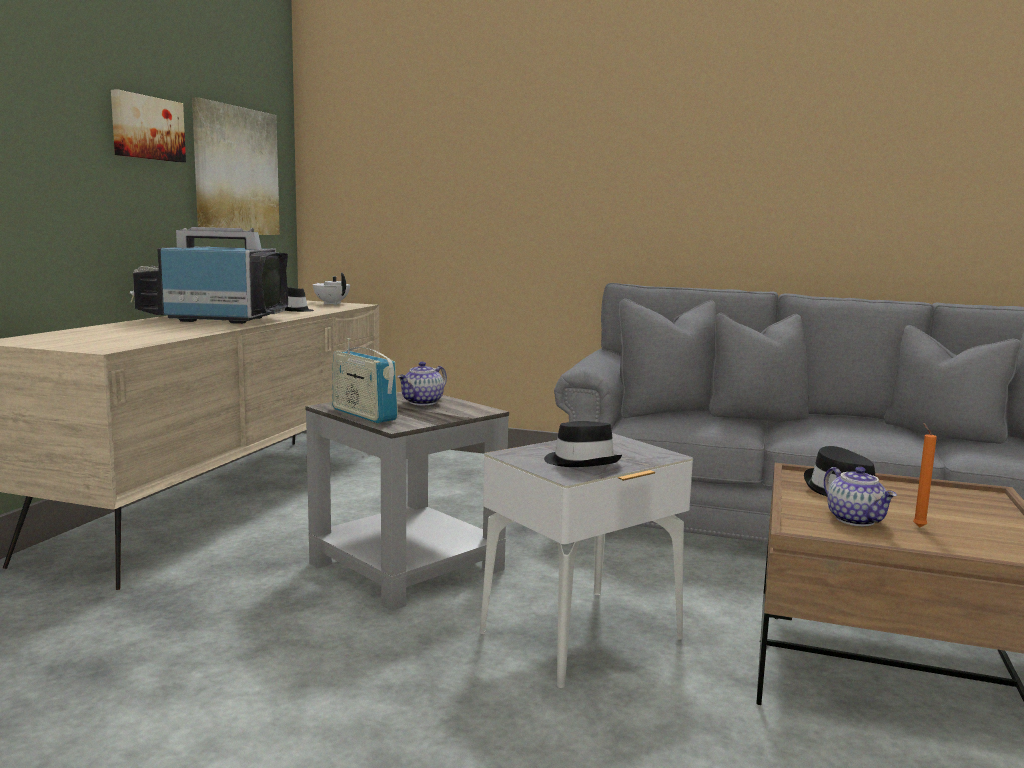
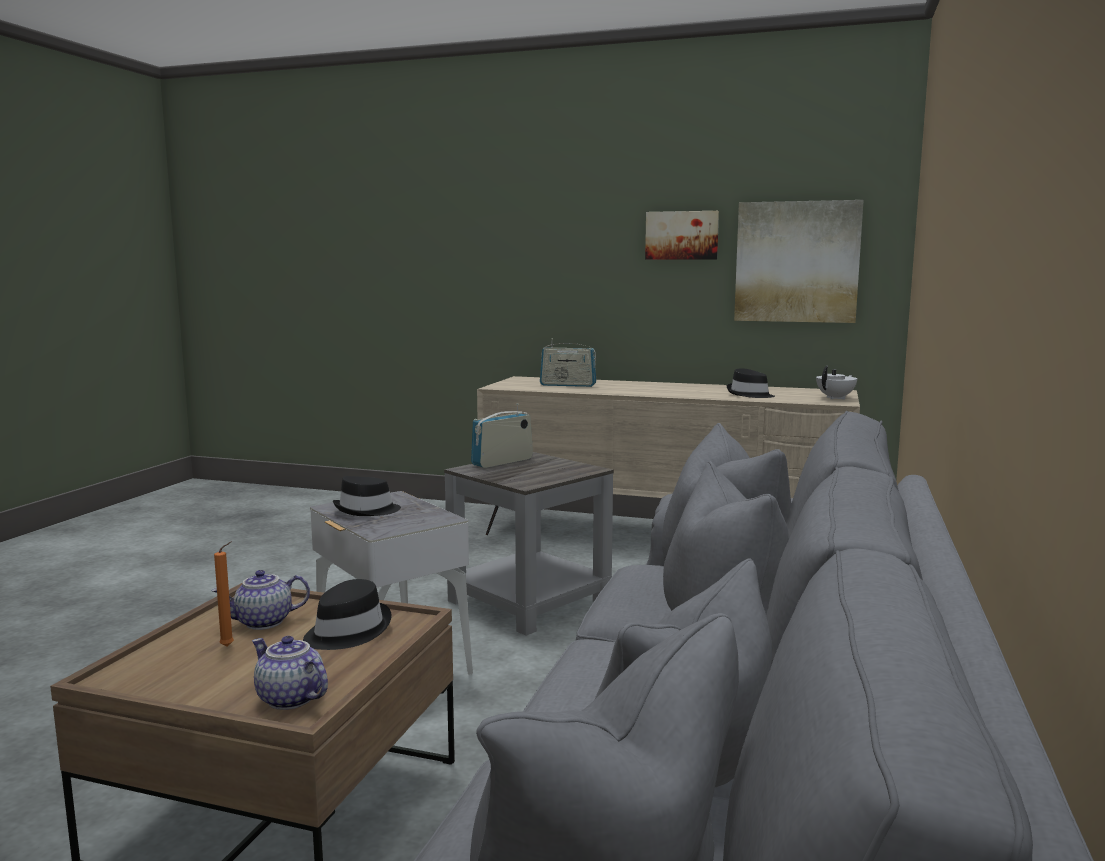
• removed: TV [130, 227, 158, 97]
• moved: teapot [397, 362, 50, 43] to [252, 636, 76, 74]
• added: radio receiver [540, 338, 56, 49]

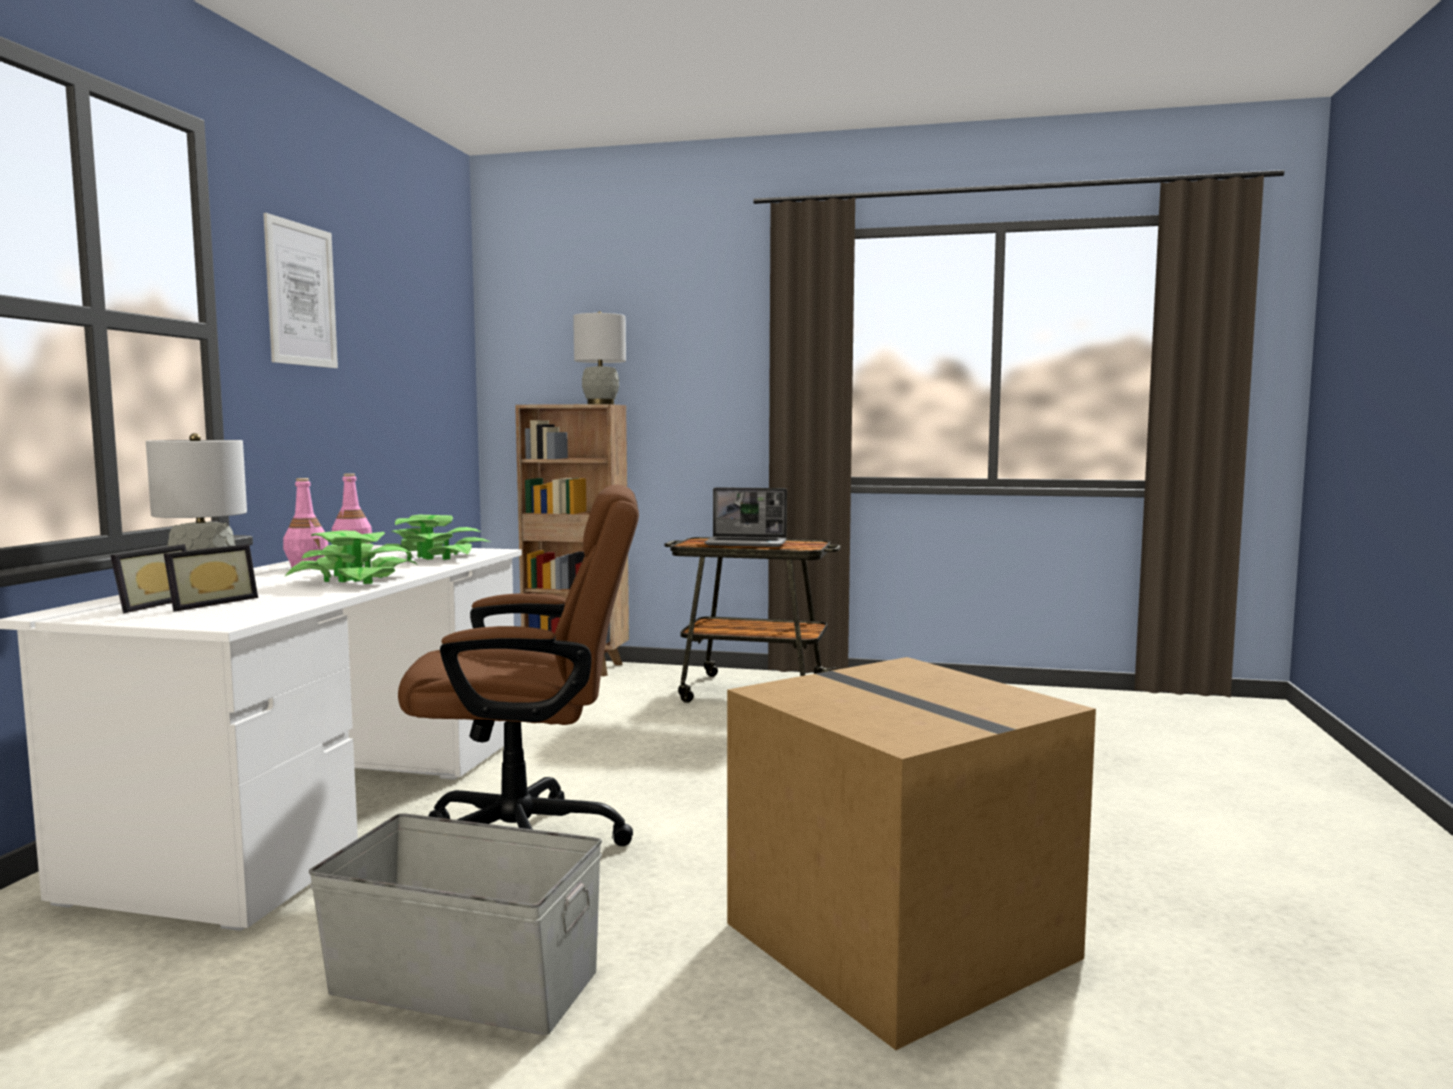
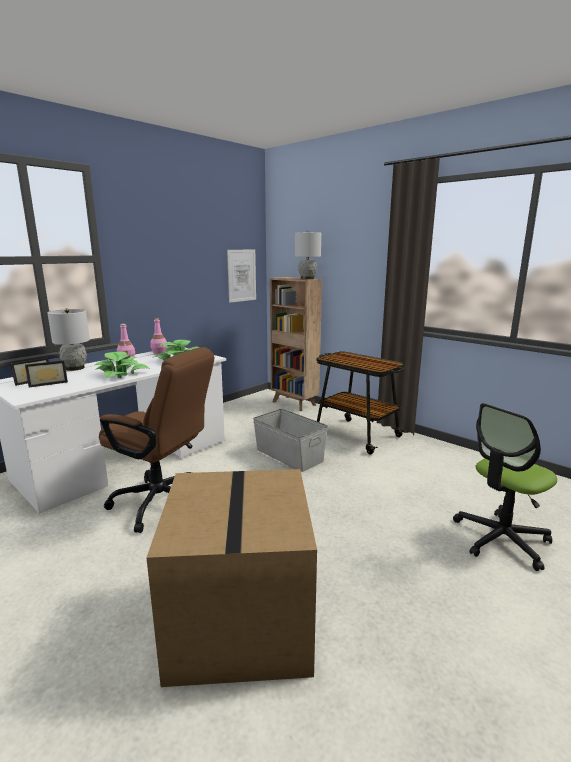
• moved: wall picture [263, 213, 75, 155] to [227, 250, 29, 53]
• moved: storage container/grey [309, 813, 293, 222] to [253, 409, 75, 63]
• removed: notebook computer [704, 487, 83, 60]
• added: desk chair [453, 403, 104, 168]

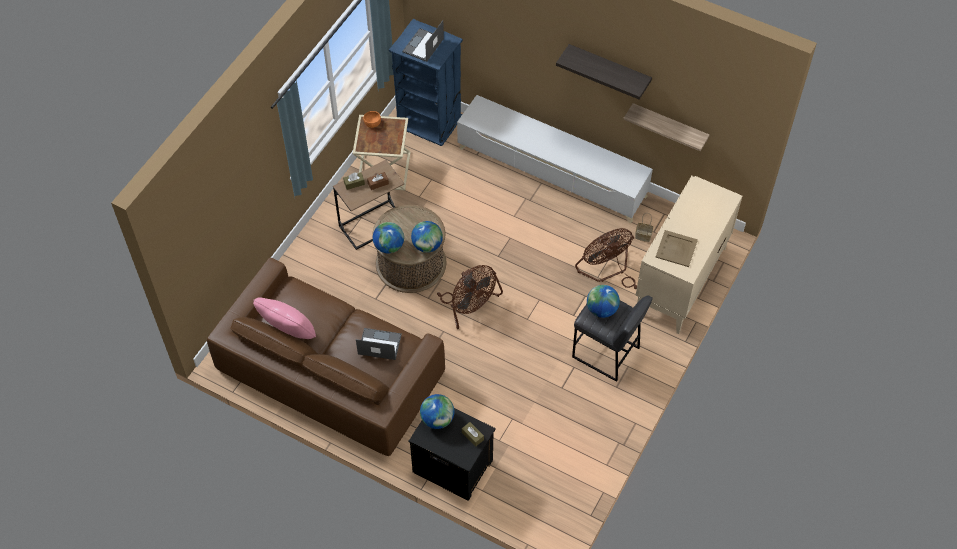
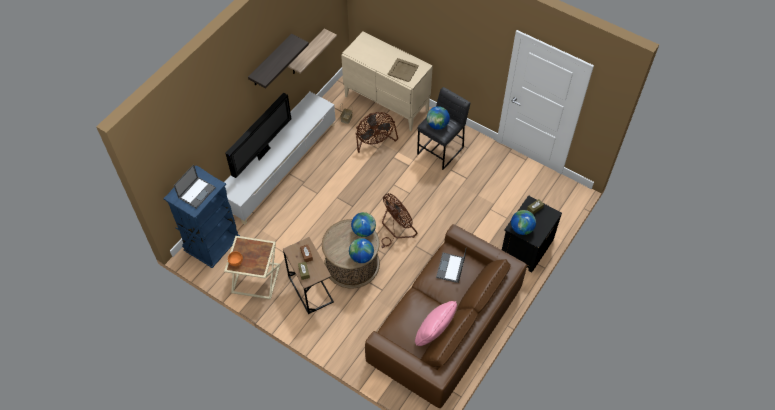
• turned: notebook computer [402, 20, 42, 42] = [174, 164, 42, 45] 90 degrees counterclockwise
• turned: electric fan/brown [575, 228, 62, 61] = [355, 112, 43, 41] 90 degrees counterclockwise
• added: TV [226, 93, 65, 85]

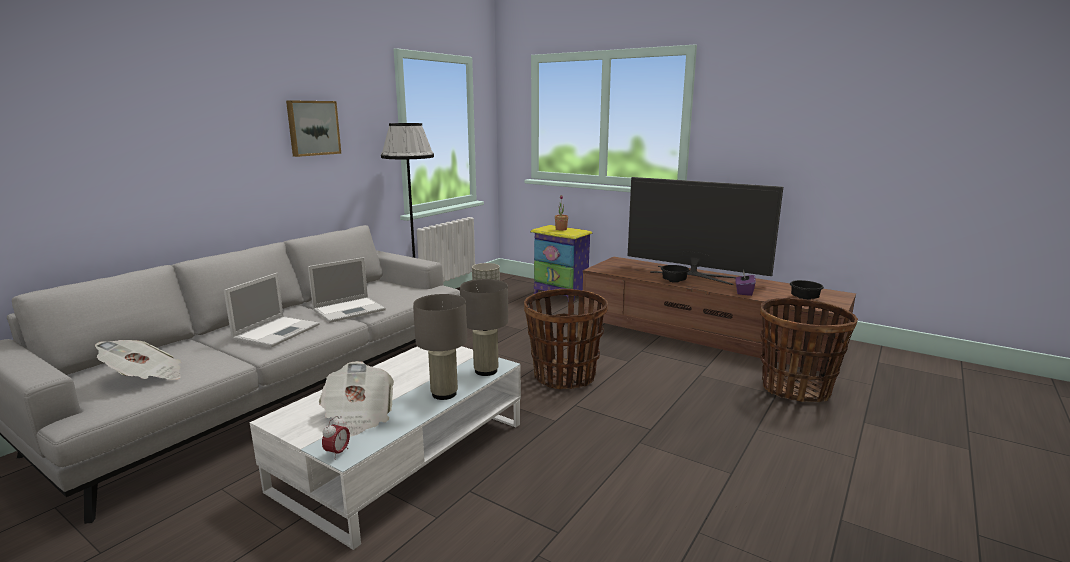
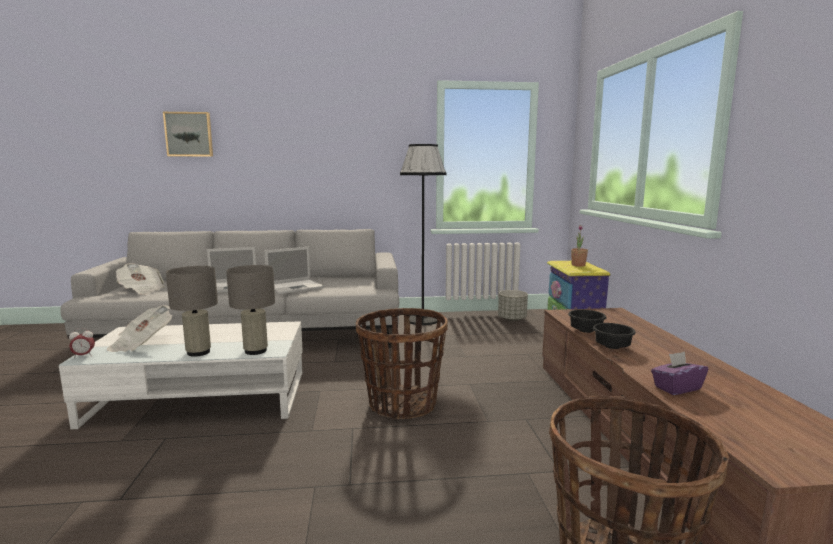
• moved: wall picture [286, 100, 55, 57] to [163, 112, 50, 45]
• turned: notebook computer [308, 257, 78, 66] = [264, 247, 60, 47] 45 degrees counterclockwise
• removed: TV [628, 177, 155, 108]
• moved: serving bowl/black-coloured [790, 280, 34, 20] to [568, 309, 39, 24]

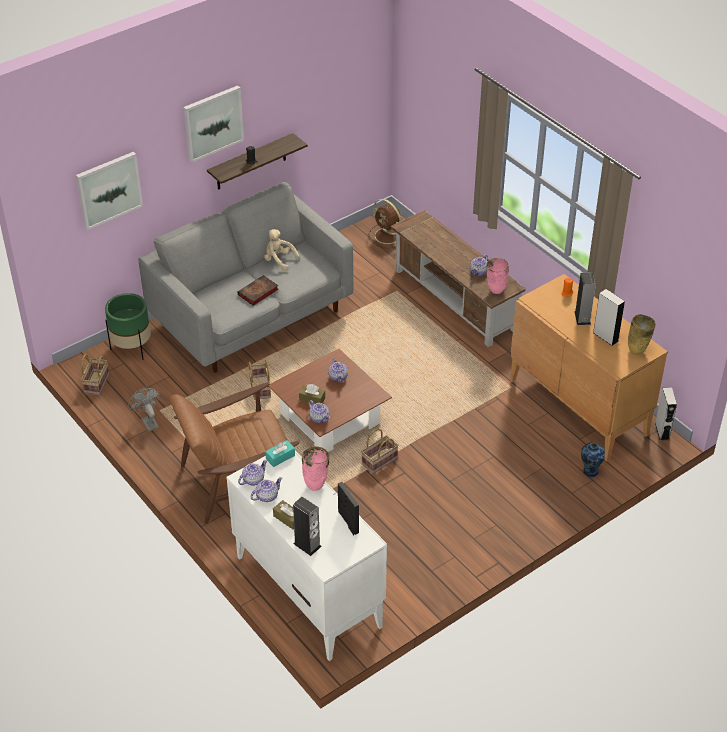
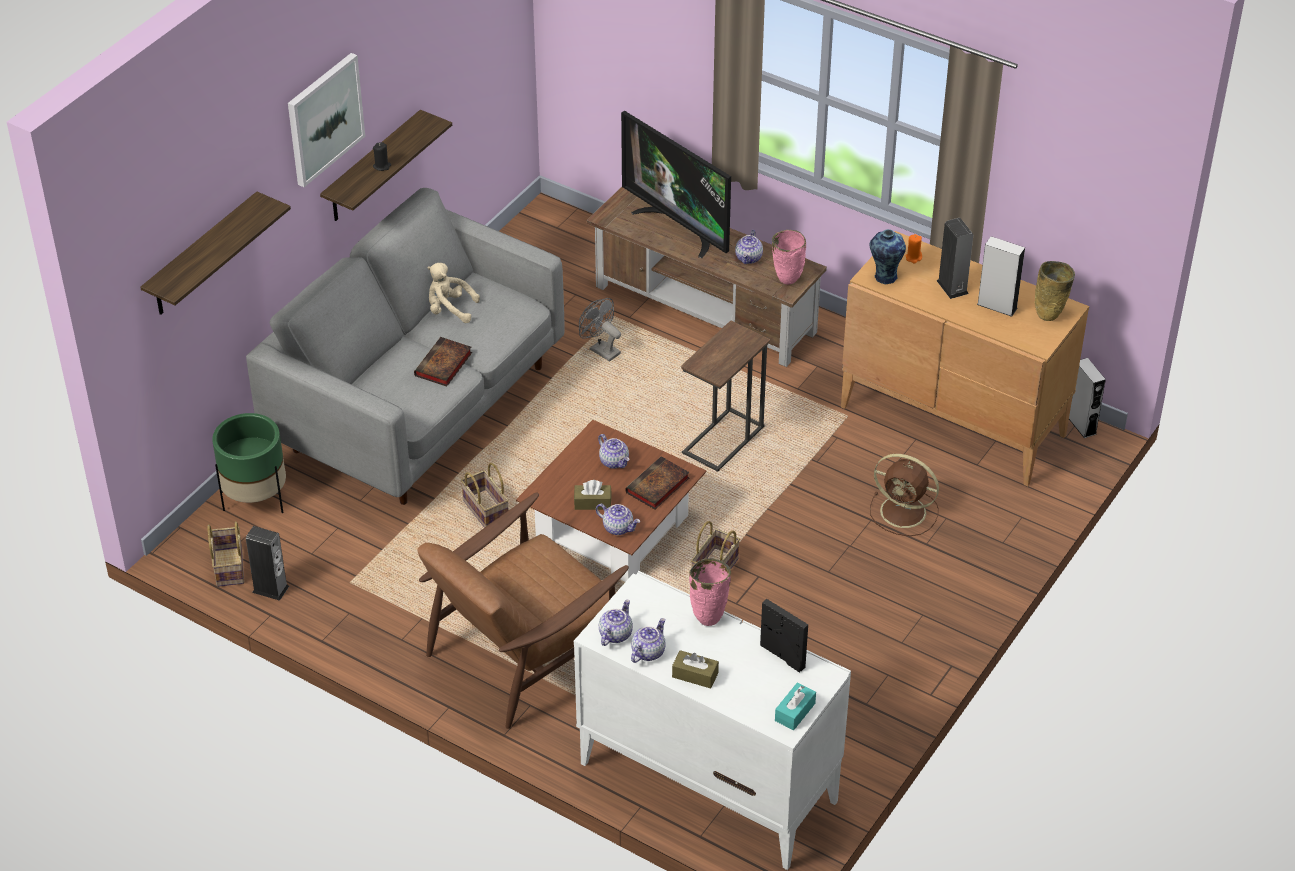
• replaced: wall picture [76, 152, 67, 78] to wall shelf [140, 192, 151, 123]
• moved: electric fan/grey [128, 388, 33, 44] to [579, 298, 42, 64]
• moved: tissue holder/turquoise-coloured [265, 440, 30, 27] to [775, 683, 41, 47]
• moved: loudspeaker [293, 497, 29, 59] to [246, 526, 43, 75]
• moved: electric fan/brown [368, 199, 34, 50] to [870, 454, 69, 82]
• moved: decorative vase [581, 443, 24, 34] to [870, 229, 36, 55]
• added: TV [621, 111, 110, 147]
• added: bound book [625, 456, 65, 54]
• added: end table/brown [681, 321, 89, 151]

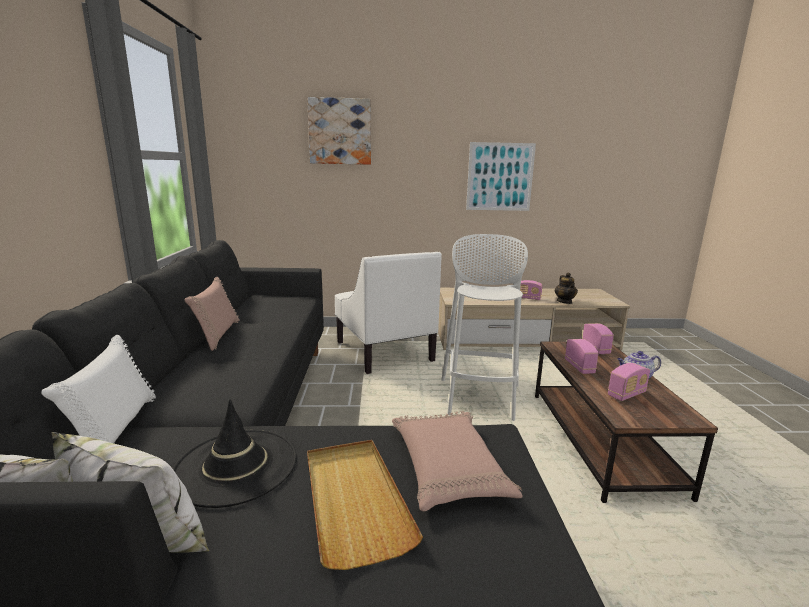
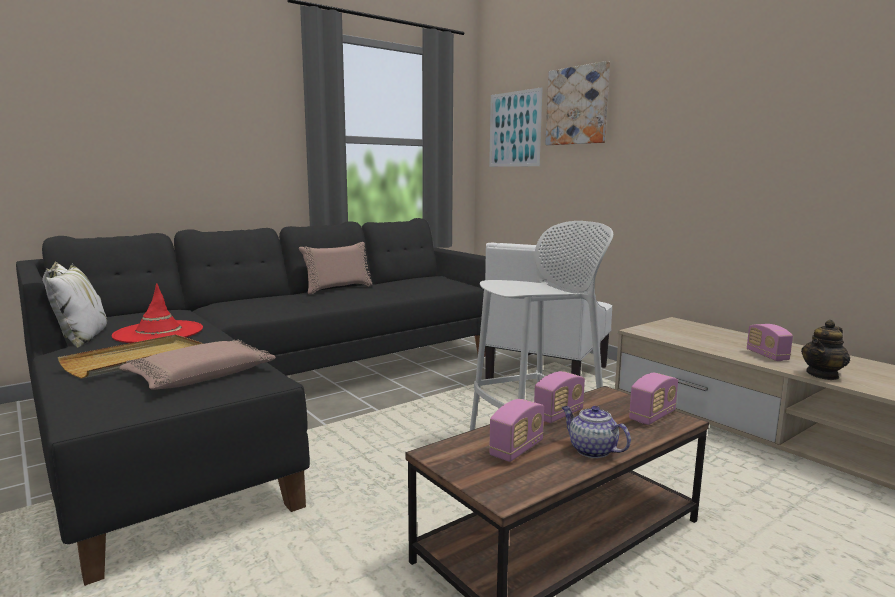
• removed: cushion/white-coloured [41, 335, 115, 108]
• recoloured: hat/black-coloured [172, 400, 125, 108] to hat/reddish [112, 283, 91, 60]
• moved: wall picture [466, 142, 70, 69] to [489, 87, 54, 80]
• turned: radio receiver [608, 363, 42, 38] = [489, 399, 55, 63] 75 degrees counterclockwise

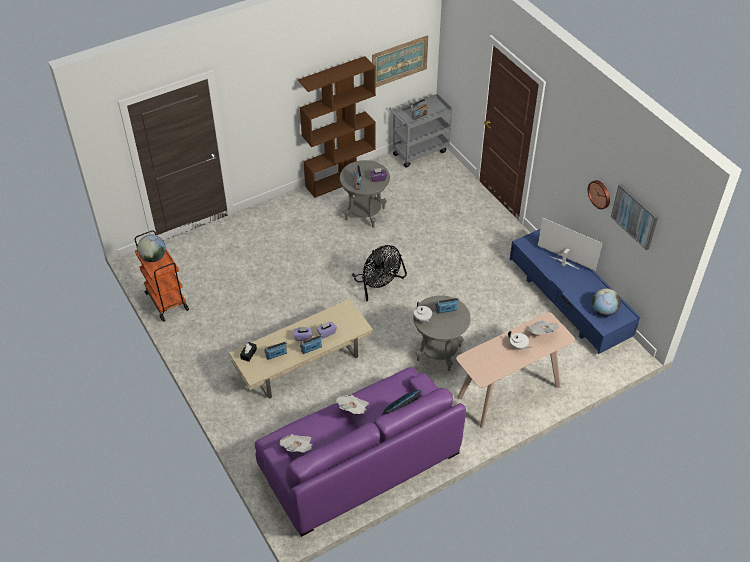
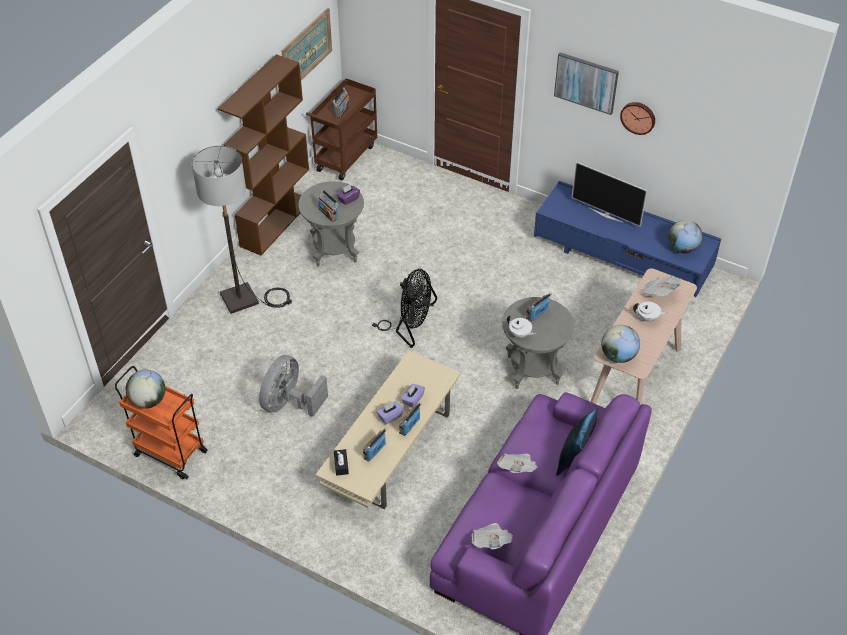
• recoloured: wheeled cart/grey [389, 94, 63, 74] to wheeled cart/brown [306, 79, 71, 101]
• turned: TV [538, 218, 64, 53] = [572, 162, 75, 65] 150 degrees counterclockwise
• moved: wall picture [611, 184, 47, 66] to [554, 52, 65, 63]
• added: standing lamp [192, 146, 100, 168]
• added: electric fan/grey [259, 355, 69, 62]
• added: world globe [602, 325, 38, 38]

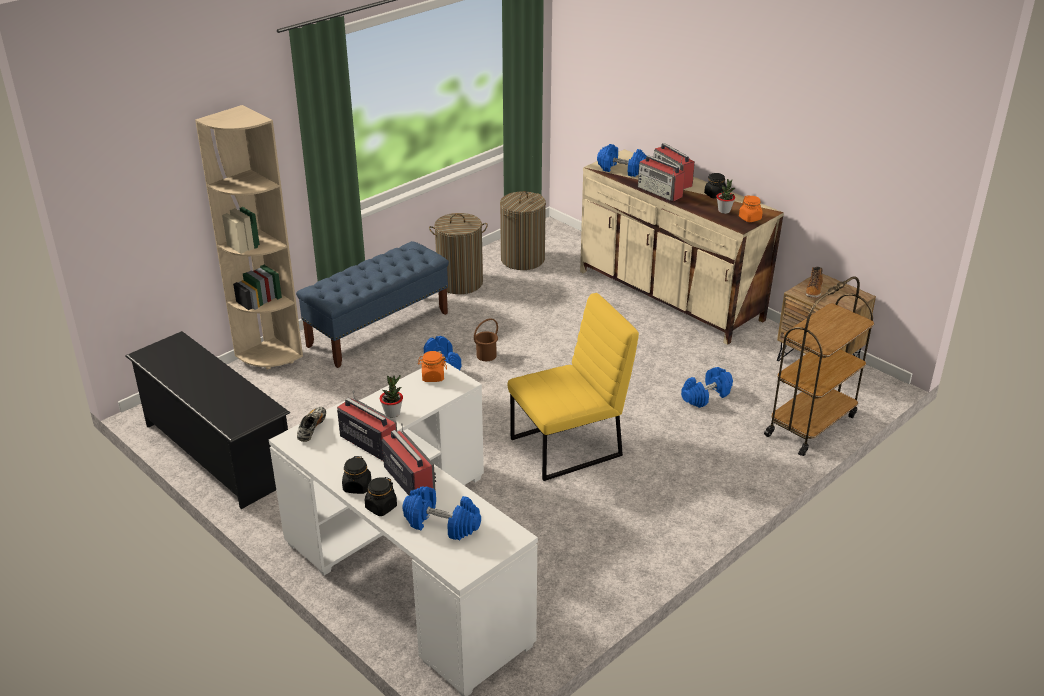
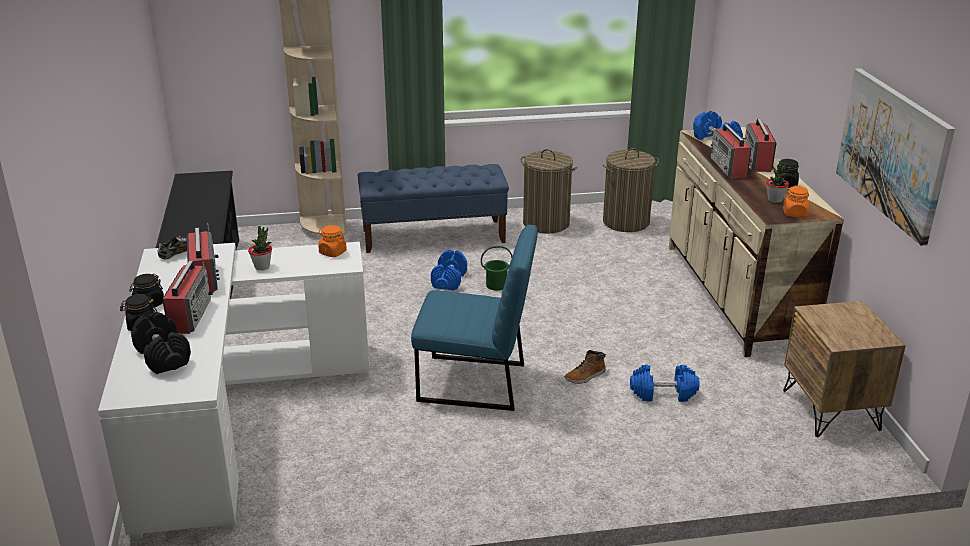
• recoloured: free weight/blue [402, 486, 79, 54] to free weight/black-coloured [131, 312, 60, 62]
• recoloured: pail/brown [474, 318, 24, 43] to pail/green [481, 246, 31, 44]
• recoloured: plain chair/yellow [508, 293, 131, 188] to plain chair/blue [411, 225, 127, 186]
• removed: wheeled cart/brown [764, 276, 110, 180]
• moved: tall boot [805, 267, 18, 31] to [565, 350, 41, 34]
• added: wall picture [836, 68, 119, 178]

